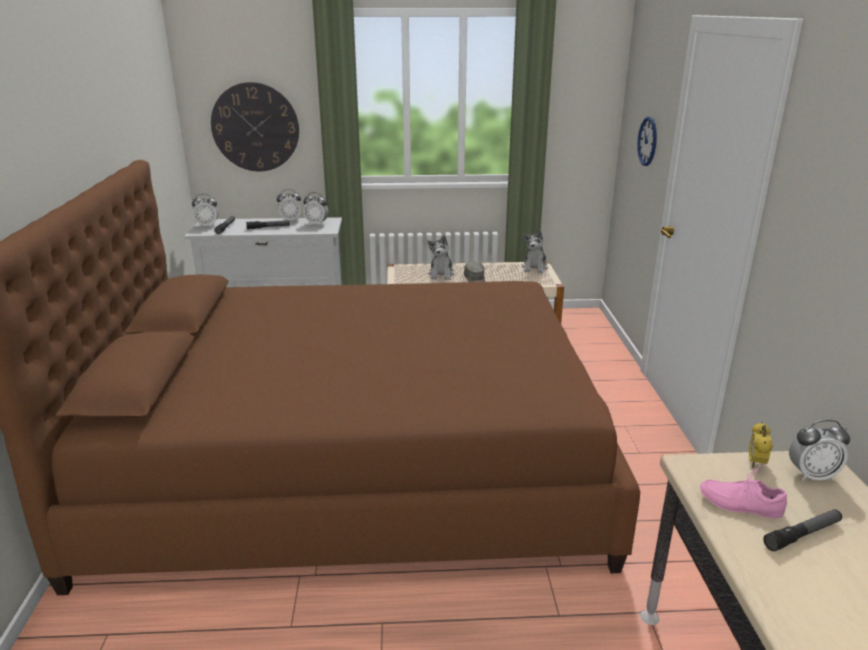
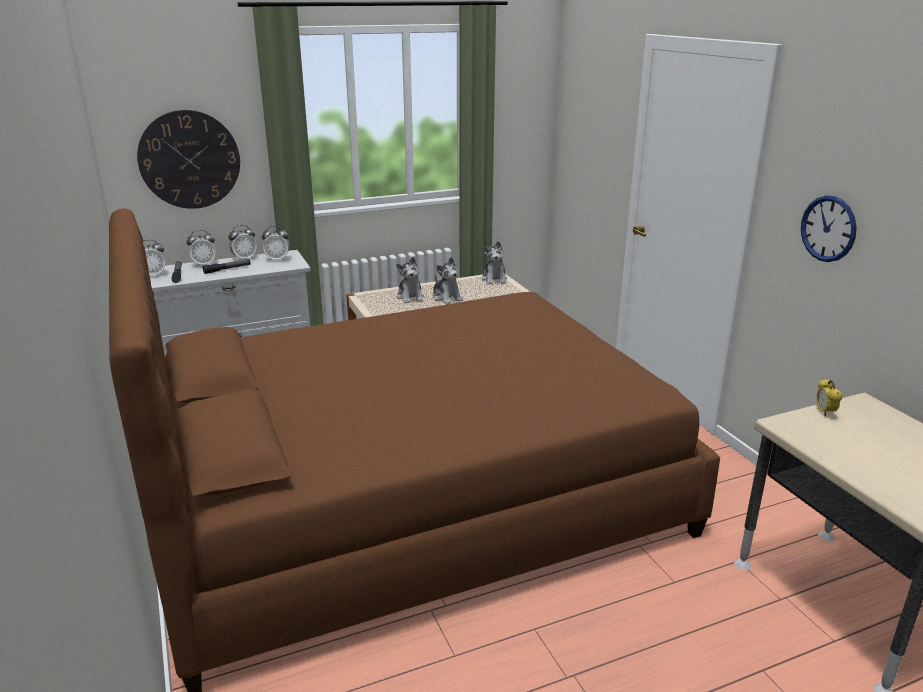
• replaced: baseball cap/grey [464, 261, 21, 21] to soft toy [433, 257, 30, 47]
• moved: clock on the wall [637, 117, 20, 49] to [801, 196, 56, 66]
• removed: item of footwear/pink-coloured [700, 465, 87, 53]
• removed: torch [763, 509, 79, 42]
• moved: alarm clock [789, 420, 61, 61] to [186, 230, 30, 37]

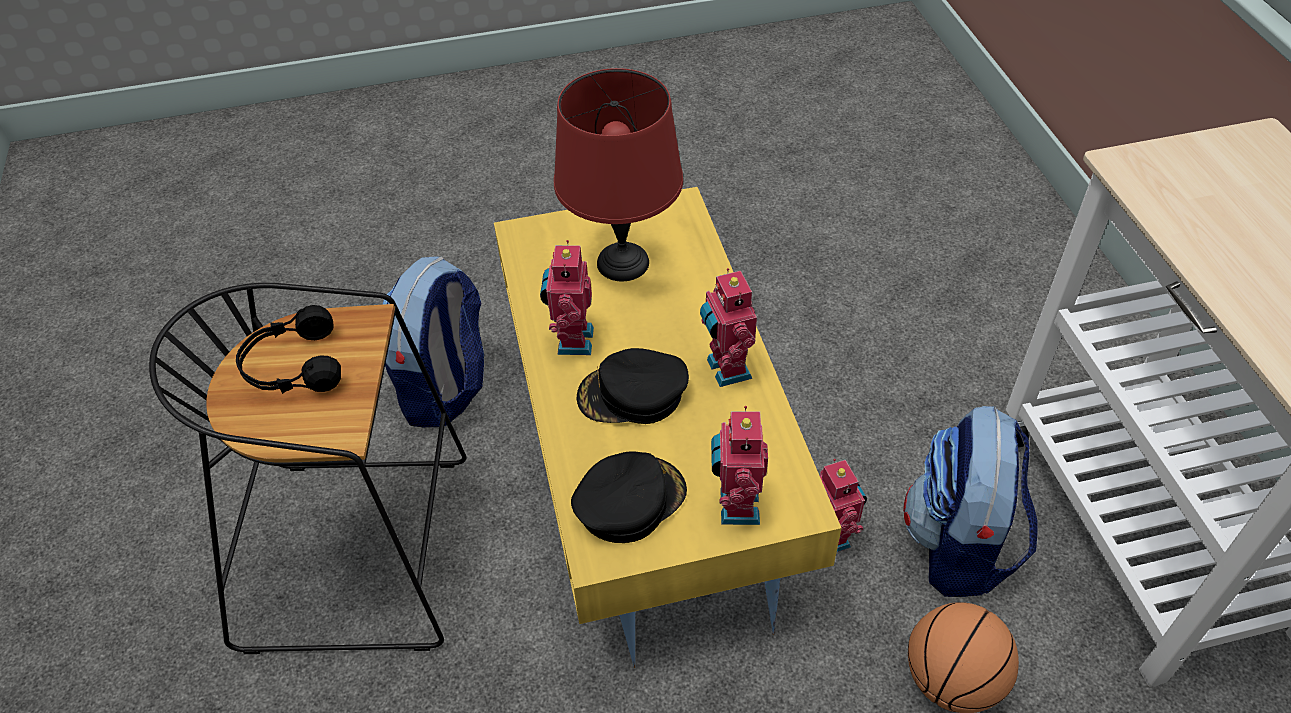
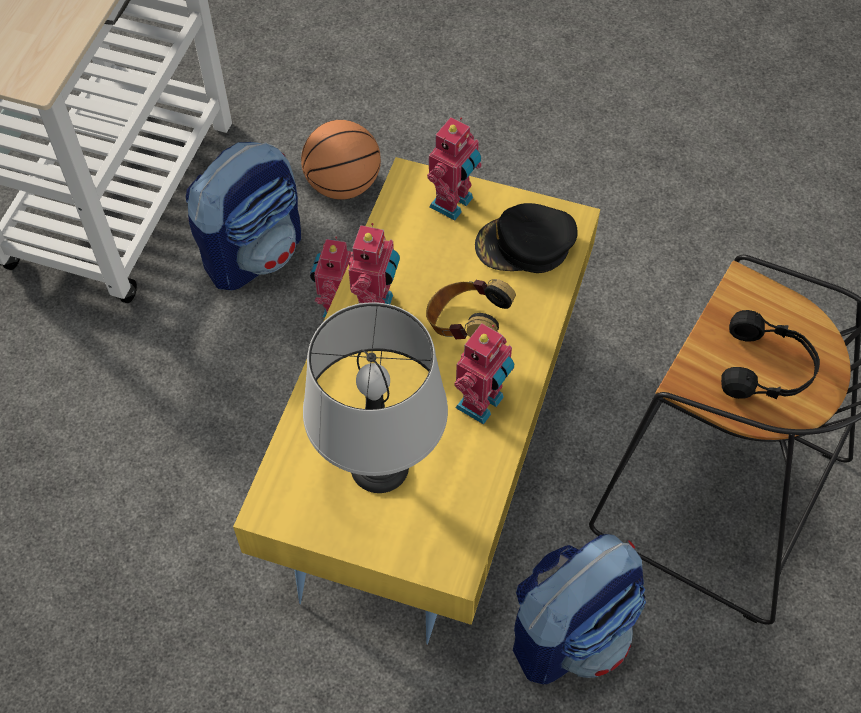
• recoloured: lamp for a table/reddish [554, 68, 129, 213] to lamp for a table/grey [303, 302, 145, 191]
• replaced: baseball cap/black-coloured [577, 348, 112, 76] to pair of headphones [426, 279, 90, 60]

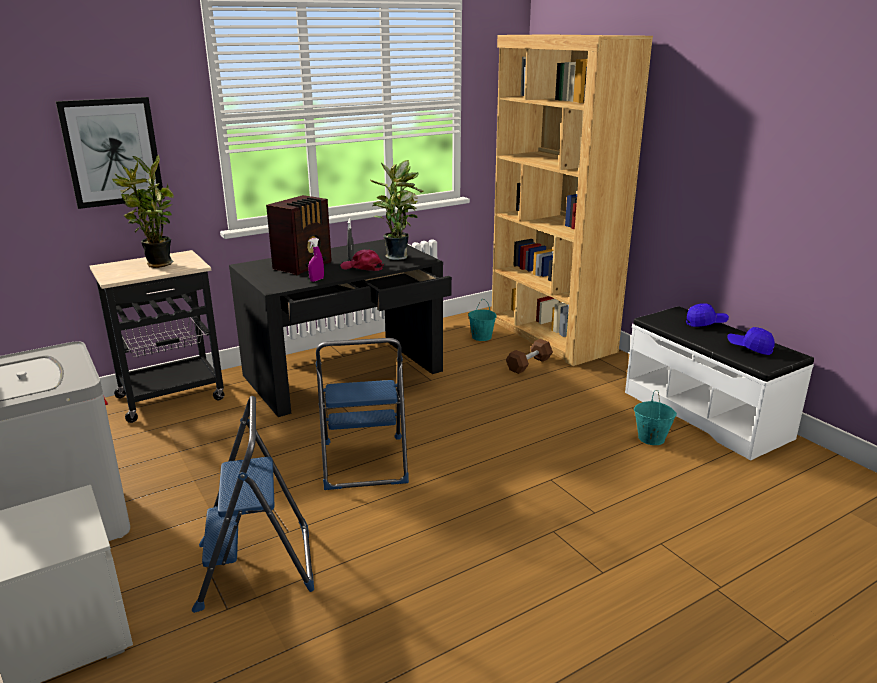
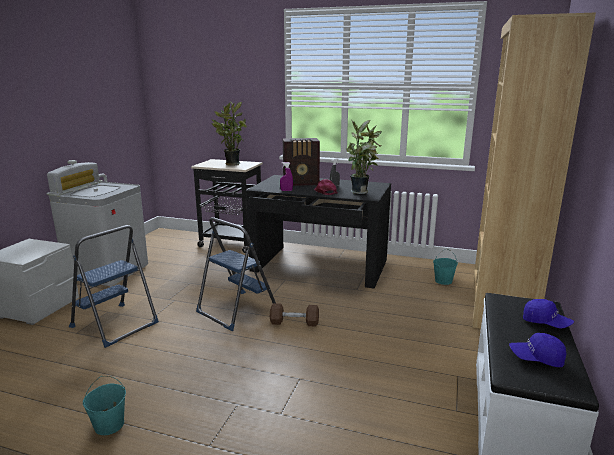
• removed: wall picture [55, 97, 109, 112]
• moved: free weight/brown [506, 339, 47, 35] to [270, 303, 49, 24]
• moved: pail/turquoise-coloured [634, 390, 43, 55] to [83, 376, 43, 59]
• turned: baseball cap/blue [727, 327, 48, 28] = [509, 333, 57, 34] 75 degrees counterclockwise

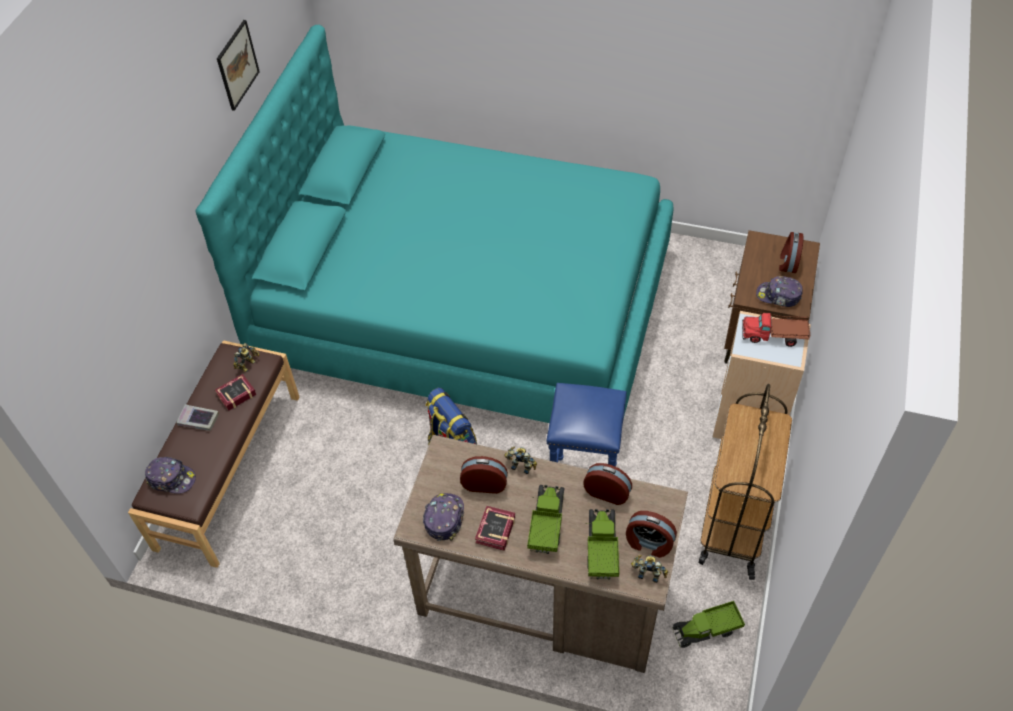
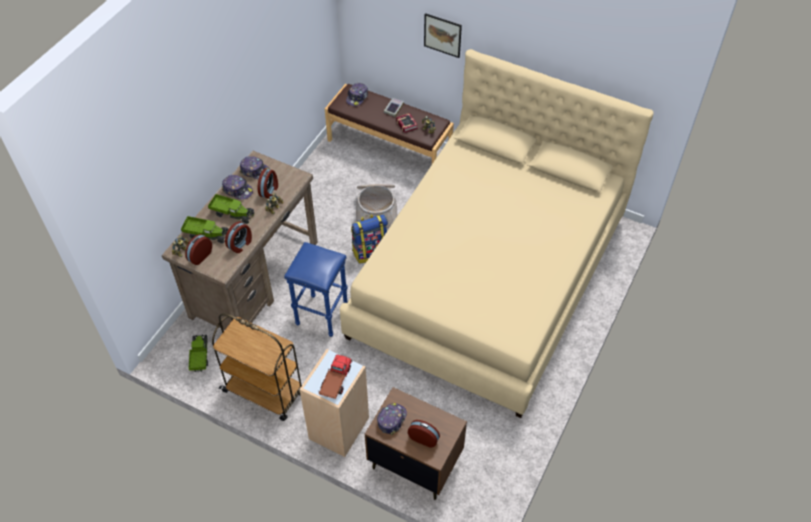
• recoloured: sleeping bed/turquoise-coloured [196, 25, 478, 398] to sleeping bed/beige [340, 49, 314, 369]
• moved: wall picture [217, 20, 43, 91] to [424, 13, 38, 45]
• replaced: bound book [475, 506, 40, 45] to baseball cap [222, 175, 31, 25]
• added: household basket [356, 184, 41, 44]

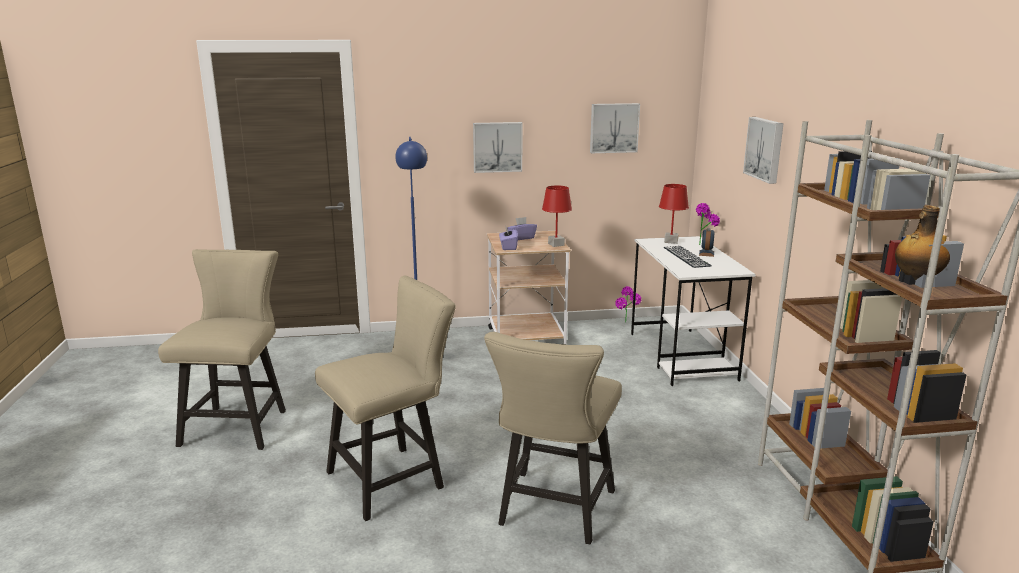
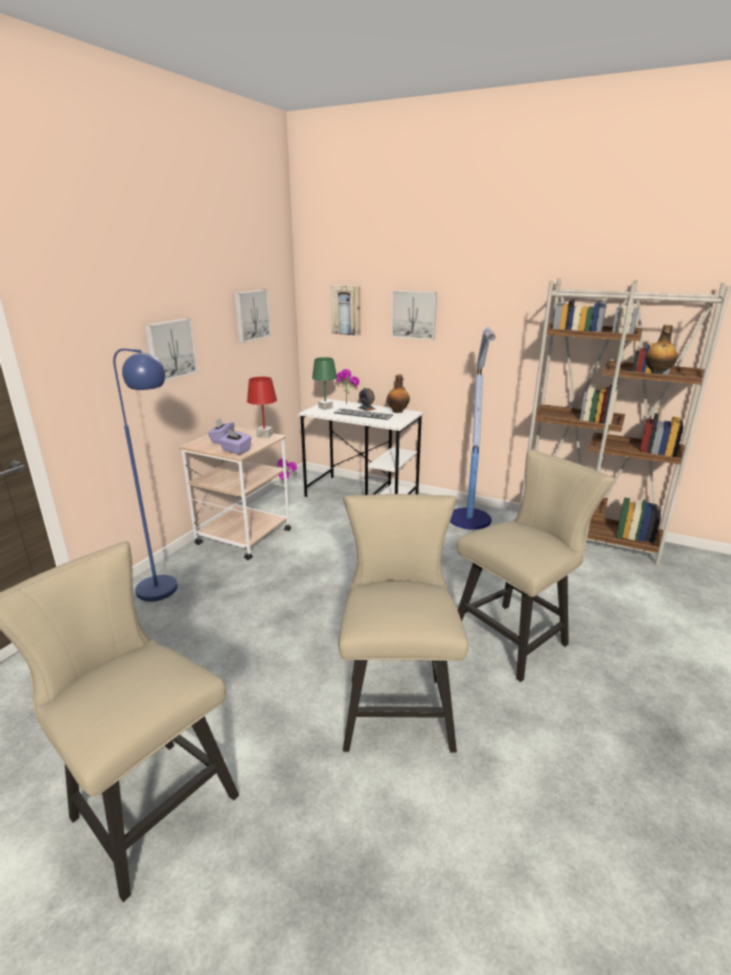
• turned: plain chair/beige [484, 332, 138, 212] = [457, 449, 158, 233] 90 degrees counterclockwise
• recoloured: lamp for a table/reddish [659, 184, 30, 60] to lamp for a table/green [312, 357, 25, 53]
• added: wall picture [331, 285, 30, 51]
• added: beverage bottle [387, 374, 23, 39]
• added: standing lamp [450, 327, 46, 203]

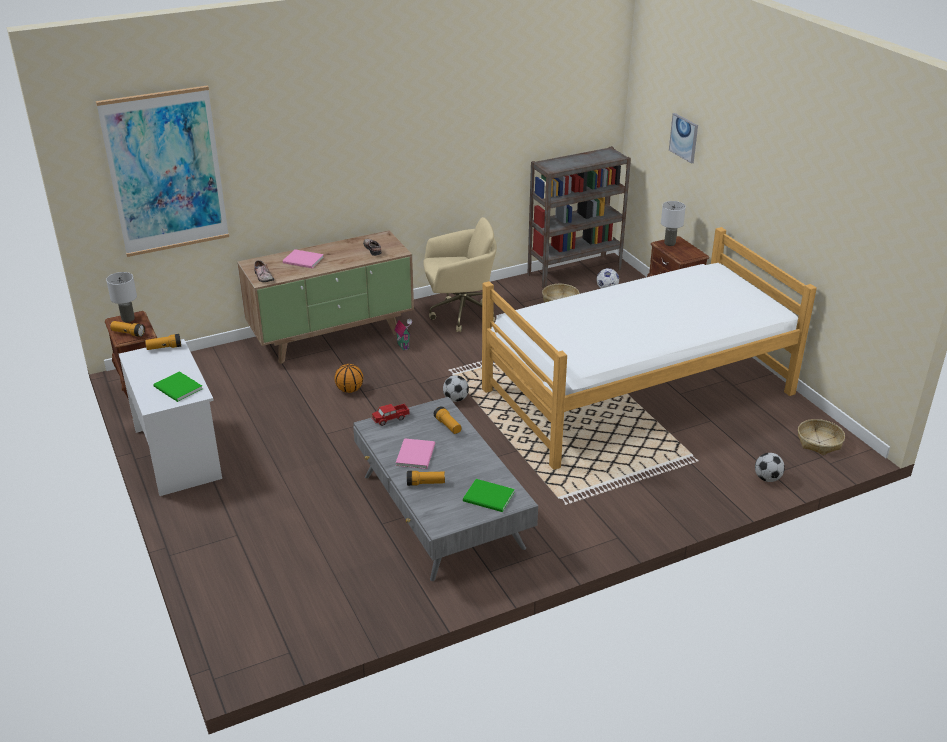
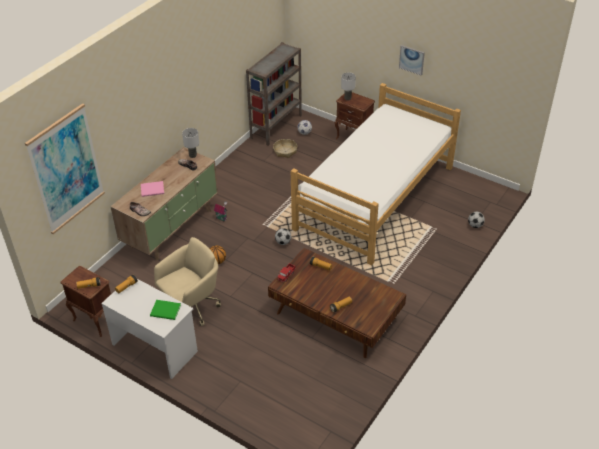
• moved: lamp for a table/white-coloured [106, 272, 31, 50] to [182, 128, 17, 30]
• recoloured: low table/grey [353, 397, 185, 184] to low table/brown [268, 248, 138, 110]
• removed: bound book/pink-coloured [396, 438, 39, 31]
• moved: desk chair/beige [423, 217, 74, 115] to [154, 237, 67, 89]
• removed: bound book/green [463, 479, 52, 33]
• moved: wall picture [669, 113, 29, 51] to [399, 45, 26, 31]
• removed: household basket [798, 419, 47, 36]

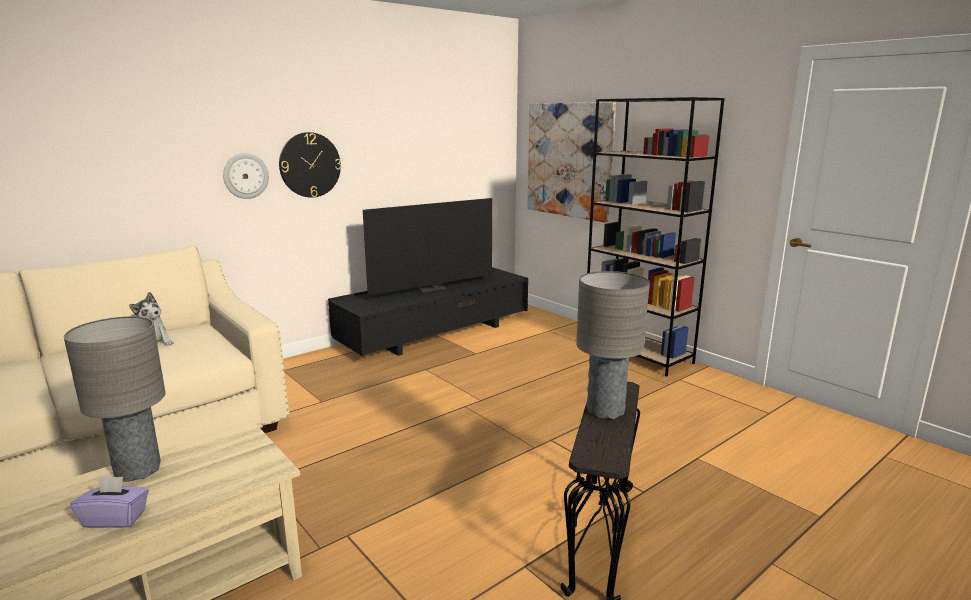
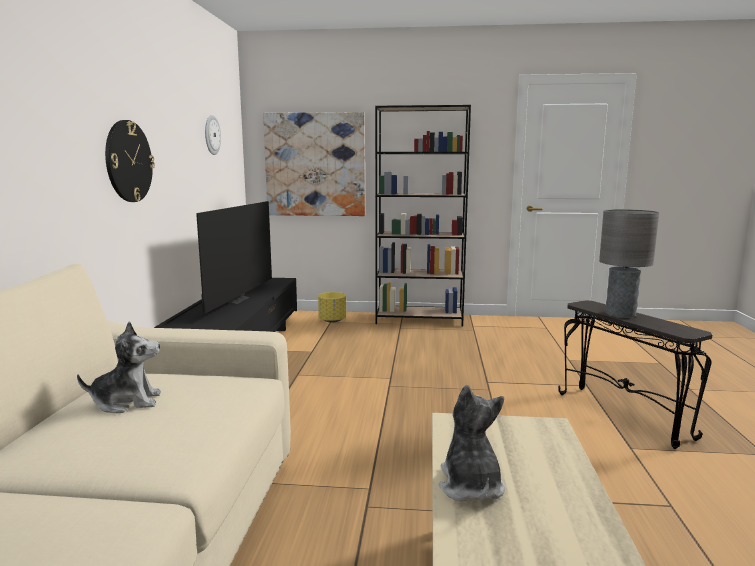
• replaced: lamp for a table/grey [64, 316, 102, 166] to soft toy [439, 385, 66, 116]
• removed: tissue holder/purple [70, 476, 79, 52]
• moved: clock on the wall [223, 153, 46, 46] to [205, 115, 16, 40]
• added: planter/yellow [318, 292, 28, 31]

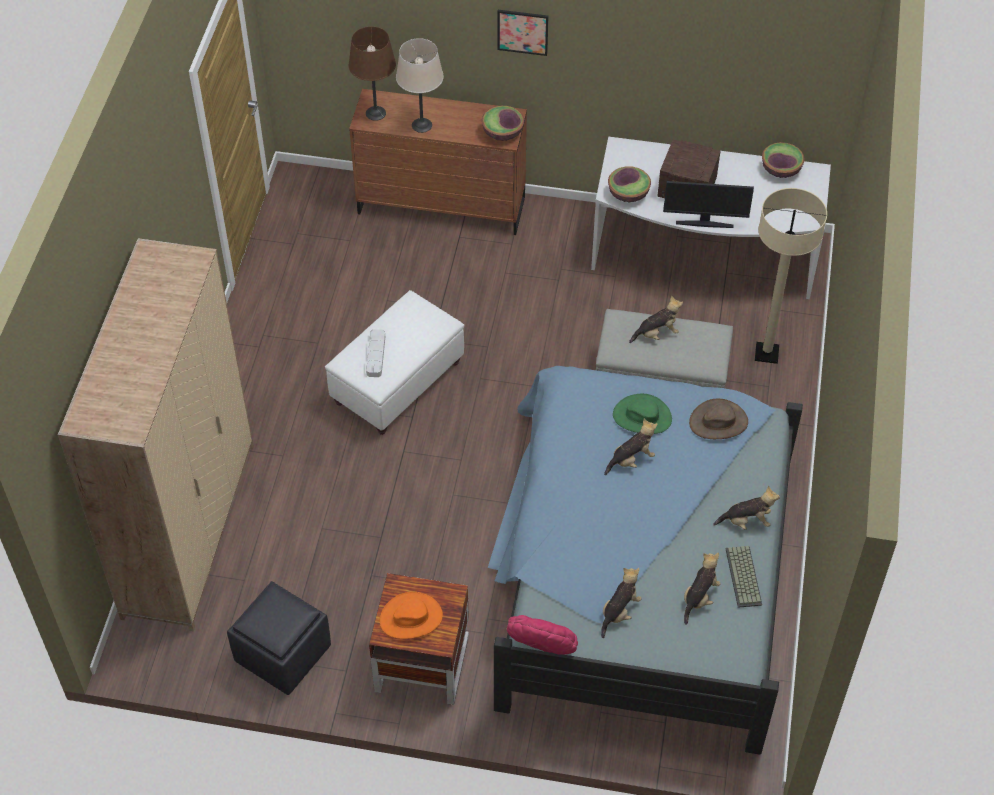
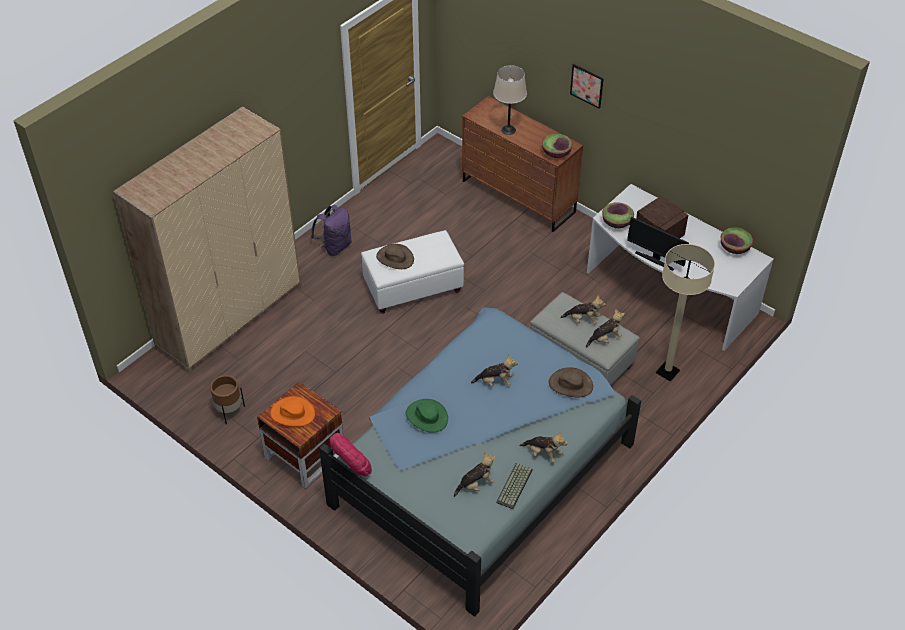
• replaced: ottoman/black-coloured [227, 581, 104, 114] to planter/brown [210, 375, 35, 49]
• removed: lamp for a table/brown [349, 26, 47, 95]
• replaced: carrying tray/grey [366, 329, 19, 48] to hat/brown [376, 244, 38, 25]
• moved: soft toy [601, 568, 40, 70] to [586, 309, 39, 39]
• moved: hat/green [613, 394, 59, 40] to [406, 399, 42, 34]
• added: knapsack/purple [311, 205, 41, 51]

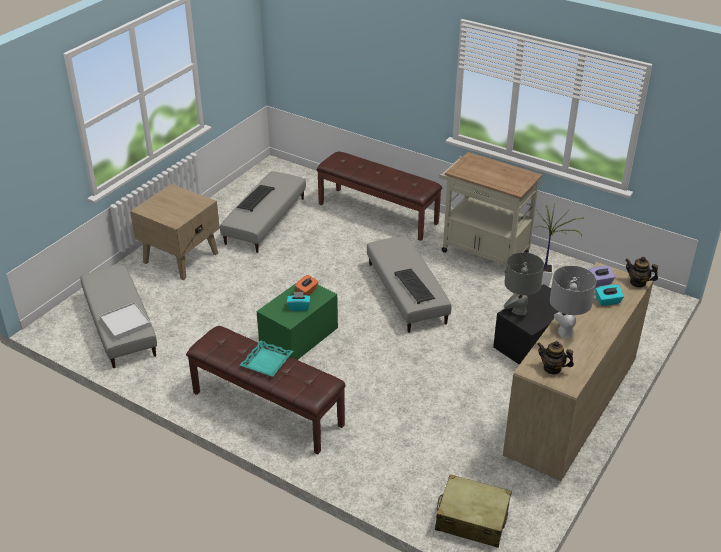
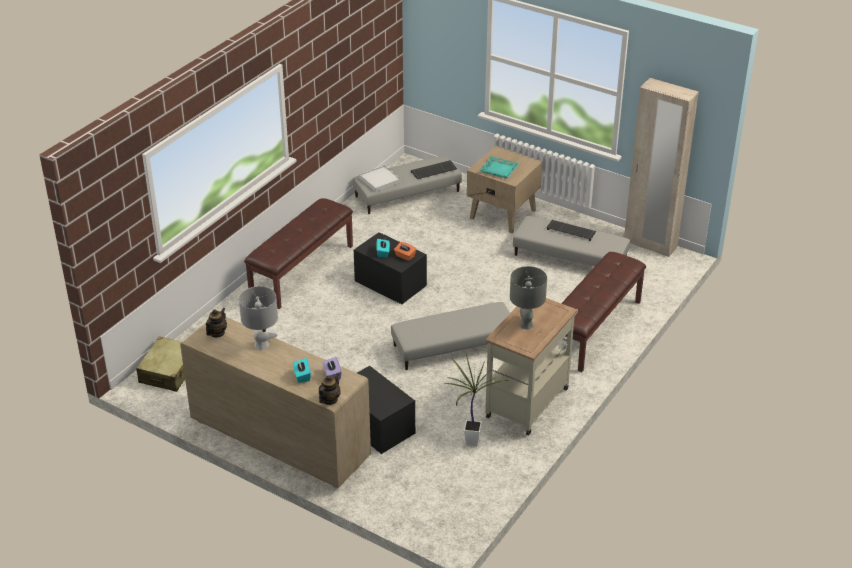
• moved: carrying tray/turquoise-coloured [240, 340, 53, 37] to [480, 156, 39, 22]
• recoloured: storage container/green [257, 283, 81, 77] to storage container/black-coloured [354, 232, 73, 72]
• moved: PC keyboard [394, 269, 41, 35] to [411, 160, 46, 19]
• moved: lamp for a table/grey [504, 252, 40, 63] to [510, 266, 37, 63]
• added: armoire/beige [624, 78, 75, 179]

